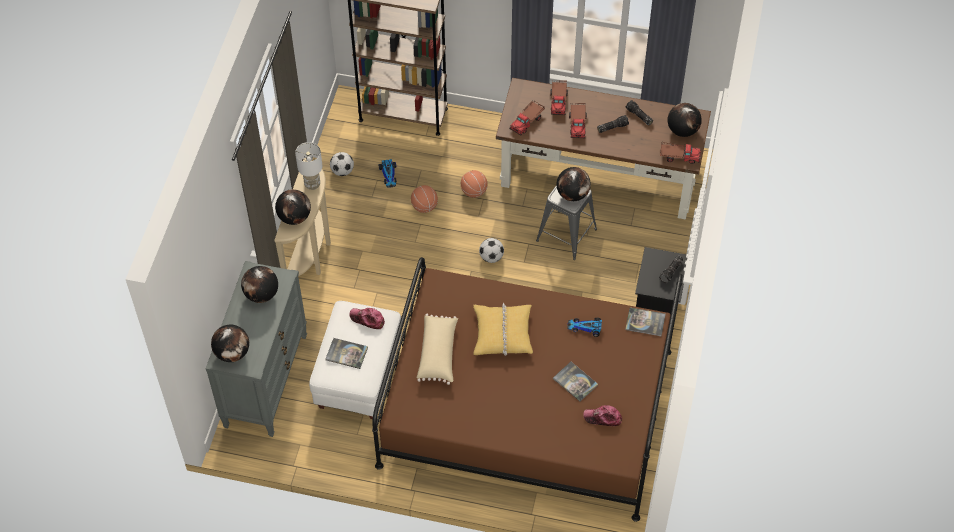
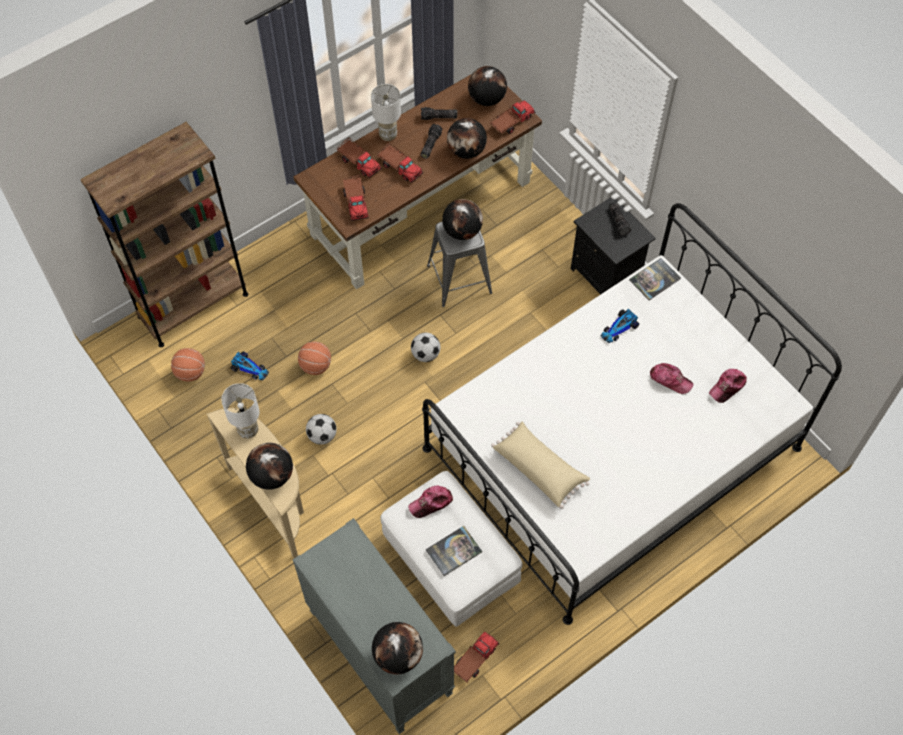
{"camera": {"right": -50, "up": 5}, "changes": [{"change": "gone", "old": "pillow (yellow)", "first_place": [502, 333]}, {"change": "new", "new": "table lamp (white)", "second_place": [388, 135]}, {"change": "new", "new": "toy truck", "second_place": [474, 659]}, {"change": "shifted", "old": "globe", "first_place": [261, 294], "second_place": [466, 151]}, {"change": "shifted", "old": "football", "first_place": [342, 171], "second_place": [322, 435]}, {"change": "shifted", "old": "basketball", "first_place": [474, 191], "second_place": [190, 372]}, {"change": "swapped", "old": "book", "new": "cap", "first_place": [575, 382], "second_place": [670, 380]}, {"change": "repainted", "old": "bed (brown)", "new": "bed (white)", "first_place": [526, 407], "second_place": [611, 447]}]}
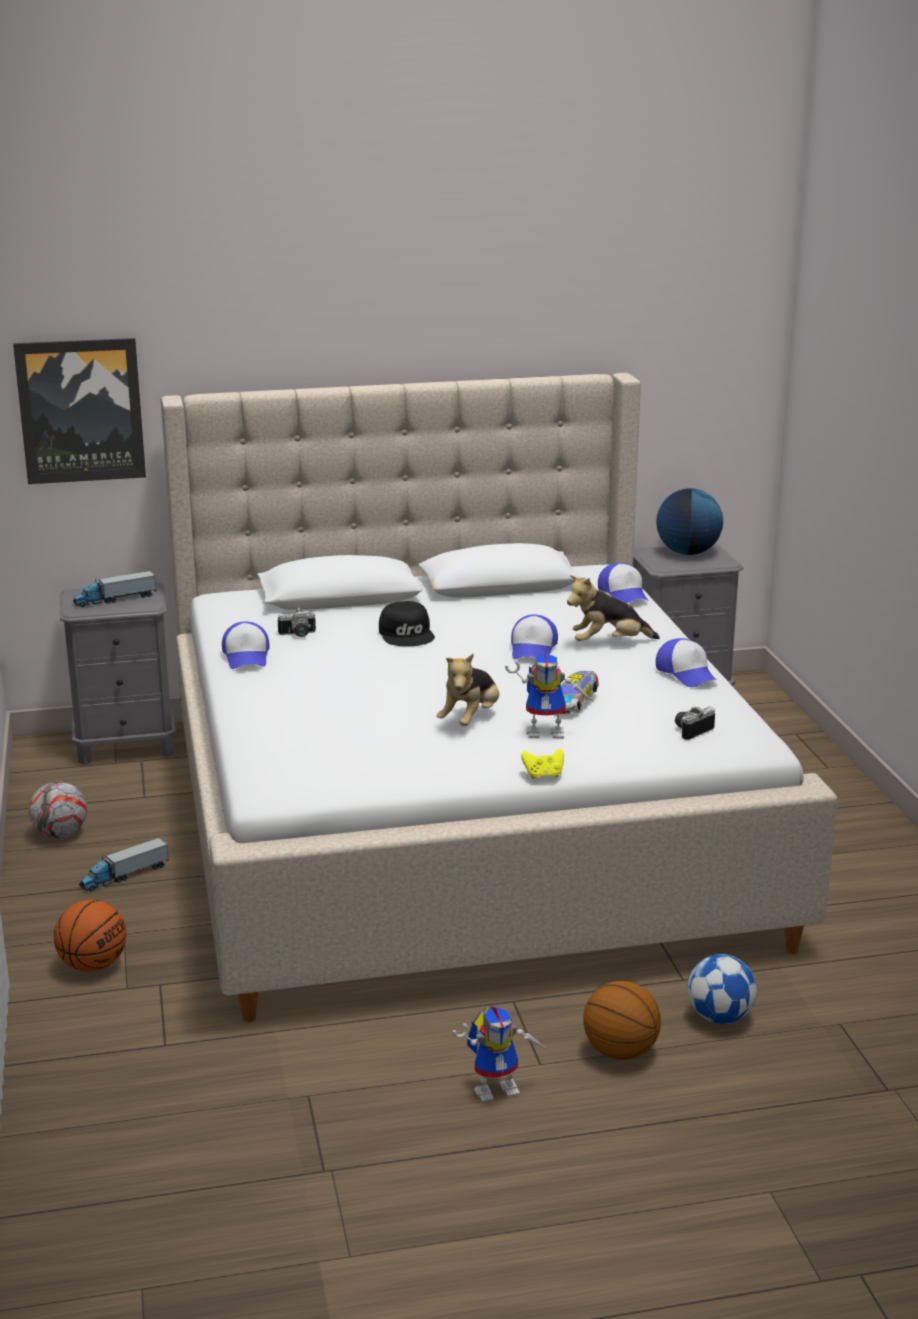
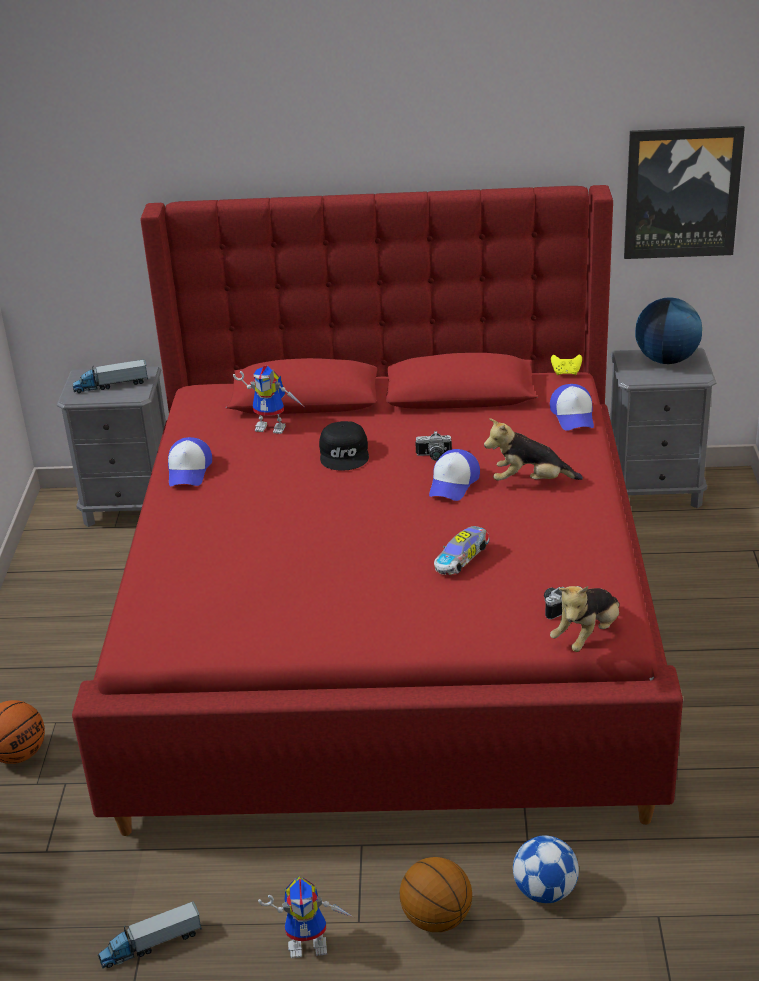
{"camera": {"right": 15, "up": 10}, "changes": [{"change": "gone", "old": "football", "first_place": [60, 834]}, {"change": "gone", "old": "cap", "first_place": [687, 673]}, {"change": "shifted", "old": "picture", "first_place": [81, 410], "second_place": [681, 192]}, {"change": "shifted", "old": "toy truck", "first_place": [124, 875], "second_place": [150, 945]}, {"change": "shifted", "old": "photo camera", "first_place": [298, 635], "second_place": [434, 457]}, {"change": "shifted", "old": "plush toy", "first_place": [471, 719], "second_place": [587, 635]}, {"change": "shifted", "old": "toy robot", "first_place": [548, 731], "second_place": [274, 426]}, {"change": "shifted", "old": "game controller (yellow)", "first_place": [543, 775], "second_place": [566, 373]}, {"change": "repainted", "old": "bed (beige)", "new": "bed (red)", "first_place": [460, 825], "second_place": [389, 631]}]}
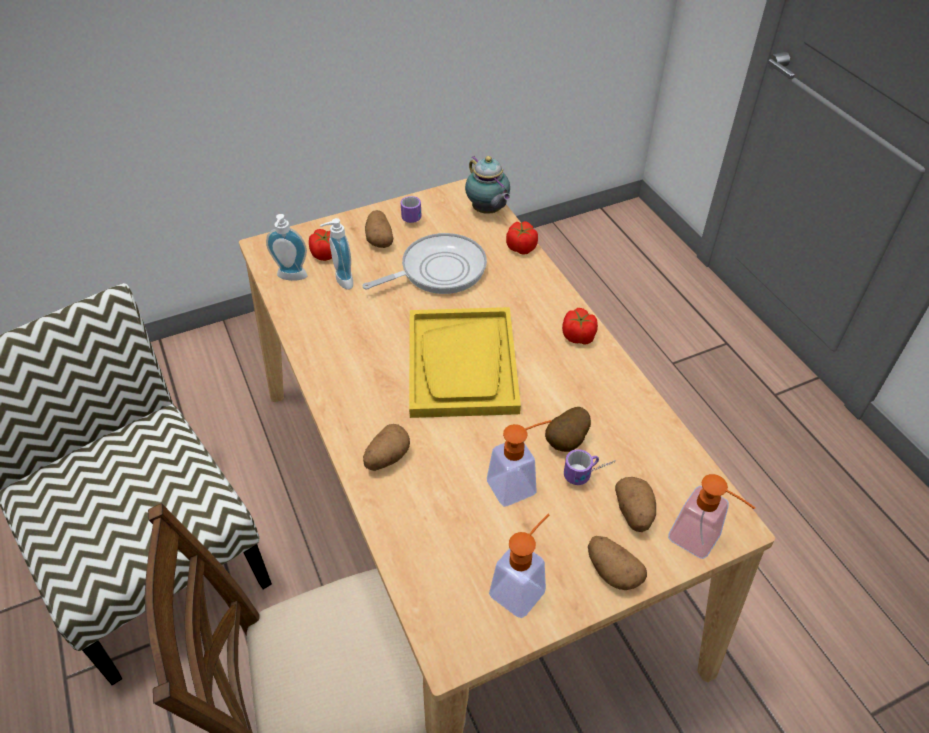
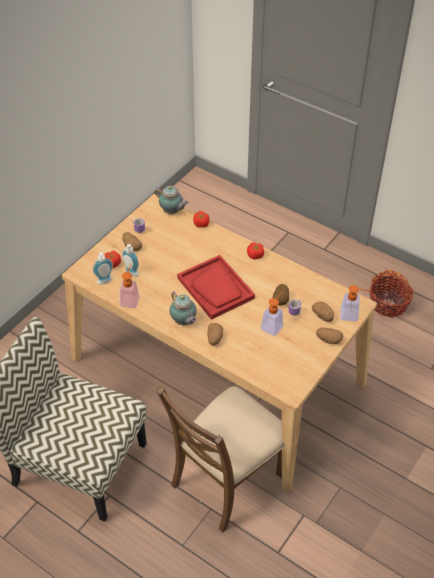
{"camera": {"right": -30, "up": 0}, "changes": [{"change": "gone", "old": "frying pan", "first_place": [438, 270]}, {"change": "new", "new": "teapot", "second_place": [184, 322]}, {"change": "new", "new": "basket", "second_place": [388, 304]}, {"change": "shifted", "old": "soap dispenser", "first_place": [523, 586], "second_place": [130, 299]}, {"change": "repainted", "old": "tray (yellow)", "new": "tray (red)", "first_place": [462, 364], "second_place": [216, 288]}]}
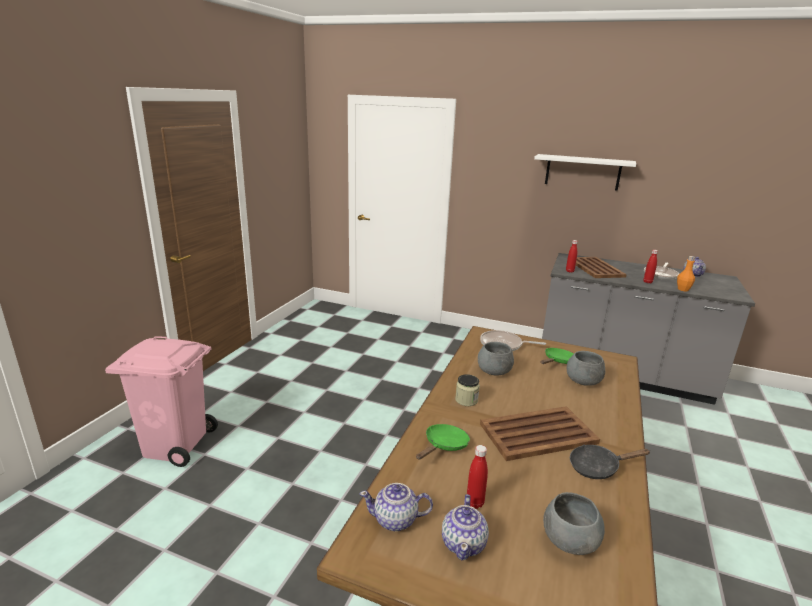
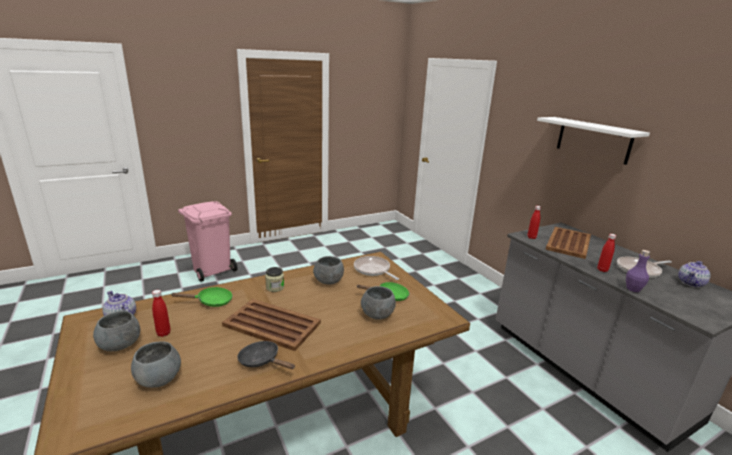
{"camera": {"right": 40, "up": 0}, "changes": [{"change": "swapped", "old": "teapot", "new": "bowl (grey)", "first_place": [464, 543], "second_place": [120, 345]}, {"change": "repainted", "old": "bottle (orange)", "new": "bottle (purple)", "first_place": [683, 289], "second_place": [633, 289]}]}
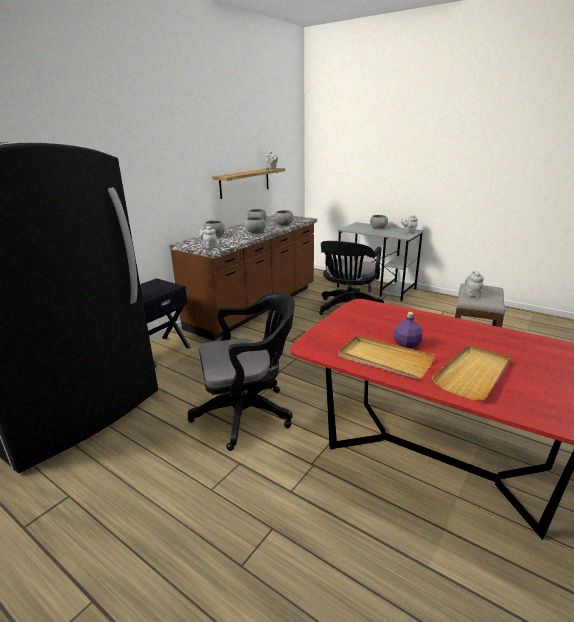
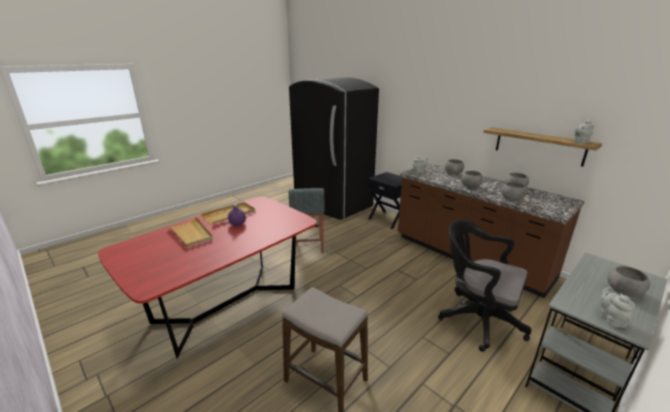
{"camera": {"right": 100, "up": 0}, "changes": [{"change": "gone", "old": "teapot (grey)", "first_place": [472, 294]}, {"change": "swapped", "old": "office chair (black)", "new": "stool (grey)", "first_place": [248, 413], "second_place": [308, 245]}]}
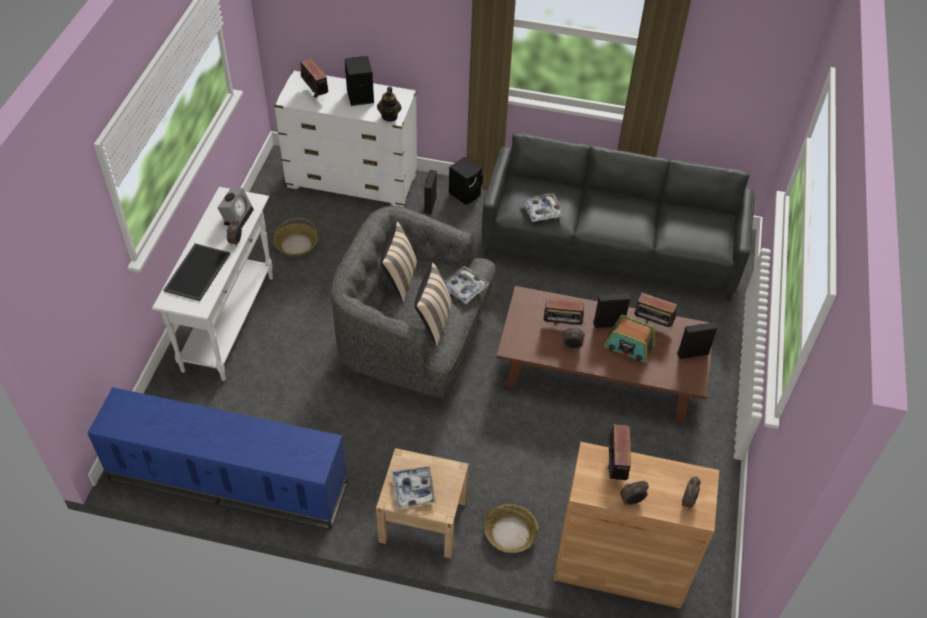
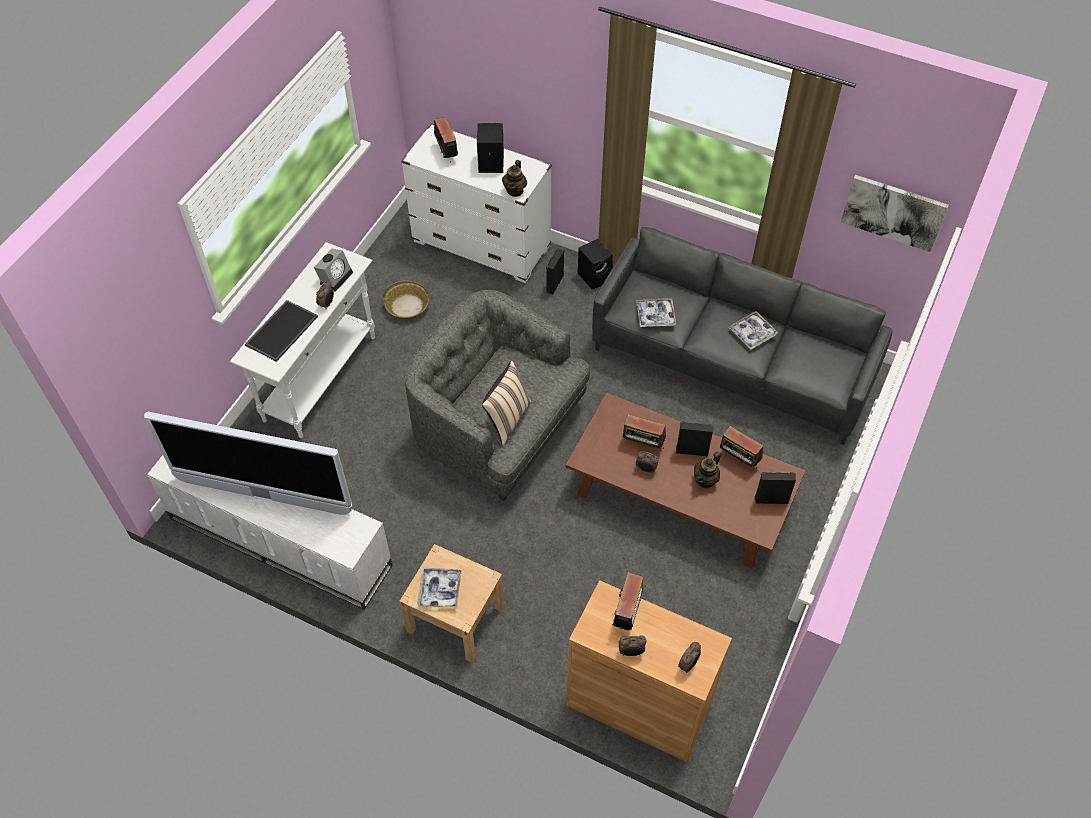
{"camera": {"right": 15, "up": 5}, "changes": [{"change": "gone", "old": "pillow (beige)", "first_place": [399, 280]}, {"change": "gone", "old": "basket", "first_place": [510, 533]}, {"change": "new", "new": "television", "second_place": [264, 496]}, {"change": "new", "new": "picture", "second_place": [893, 212]}, {"change": "shifted", "old": "tray", "first_place": [464, 288], "second_place": [752, 333]}, {"change": "swapped", "old": "radio", "new": "teapot", "first_place": [629, 347], "second_place": [705, 480]}, {"change": "repainted", "old": "tv stand (blue)", "new": "tv stand (white)", "first_place": [226, 482], "second_place": [278, 542]}]}
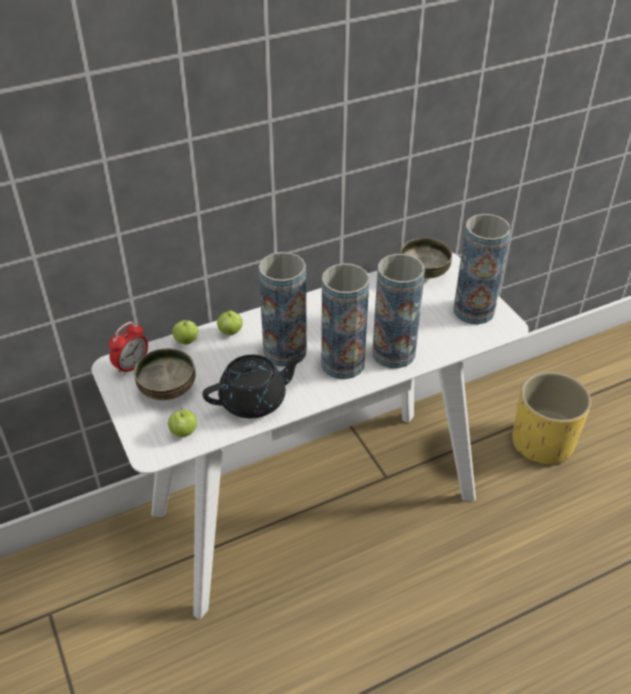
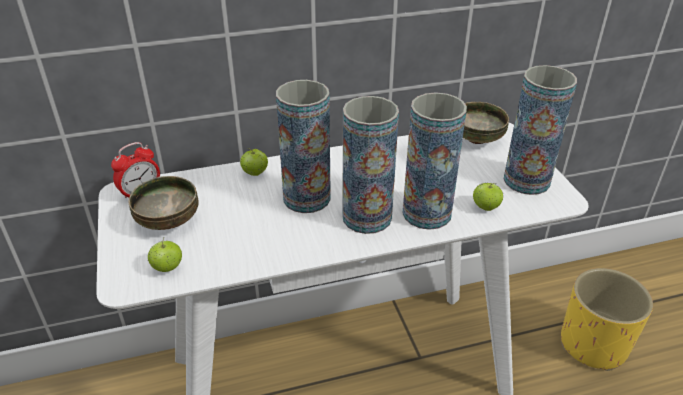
{"camera": {"right": 10, "up": -5}, "changes": [{"change": "gone", "old": "teapot (black)", "first_place": [254, 400]}, {"change": "shifted", "old": "apple", "first_place": [186, 341], "second_place": [485, 207]}]}
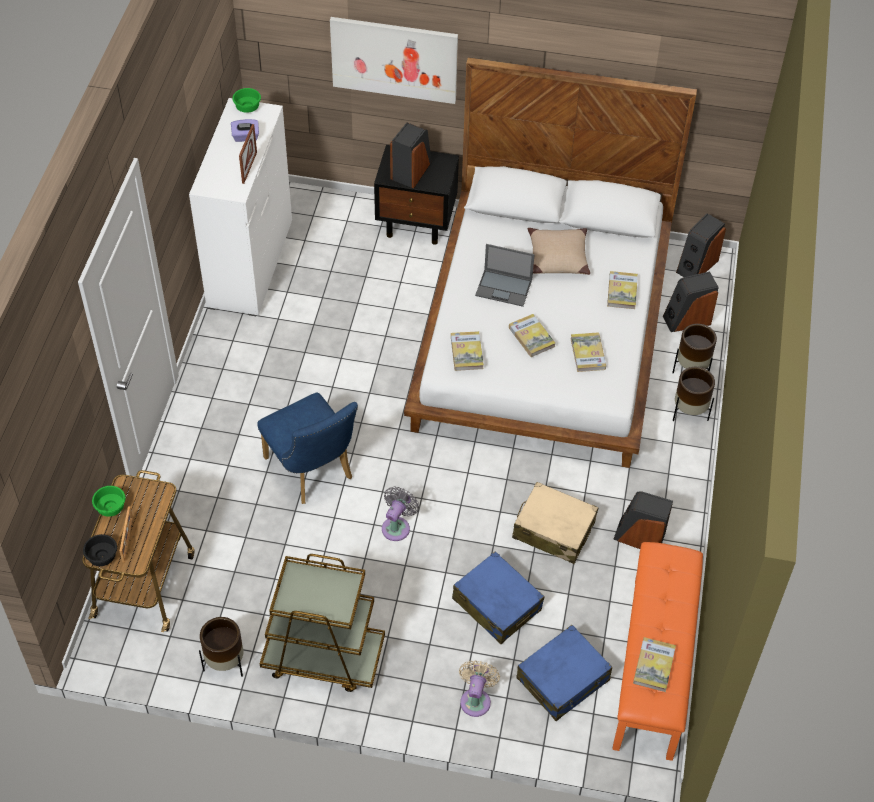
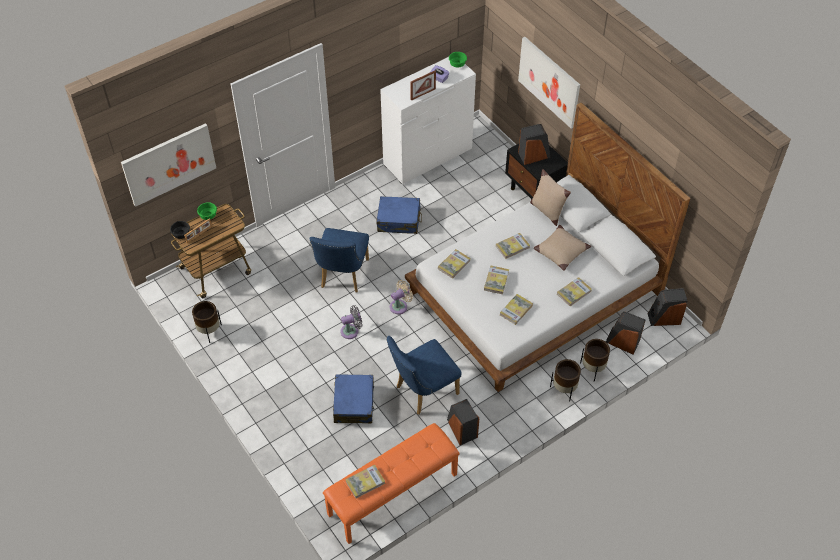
{"camera": {"right": 45, "up": 0}, "changes": [{"change": "gone", "old": "cart (brown)", "first_place": [323, 657]}, {"change": "new", "new": "picture", "second_place": [169, 164]}, {"change": "new", "new": "pillow (beige)", "second_place": [547, 210]}, {"change": "shifted", "old": "fan (beige)", "first_place": [476, 699], "second_place": [400, 306]}, {"change": "shifted", "old": "suitcase (blue)", "first_place": [563, 679], "second_place": [399, 220]}, {"change": "swapped", "old": "laptop", "new": "book", "first_place": [504, 288], "second_place": [512, 247]}, {"change": "swapped", "old": "suitcase (beige)", "new": "chair (blue)", "first_place": [553, 530], "second_place": [422, 391]}]}
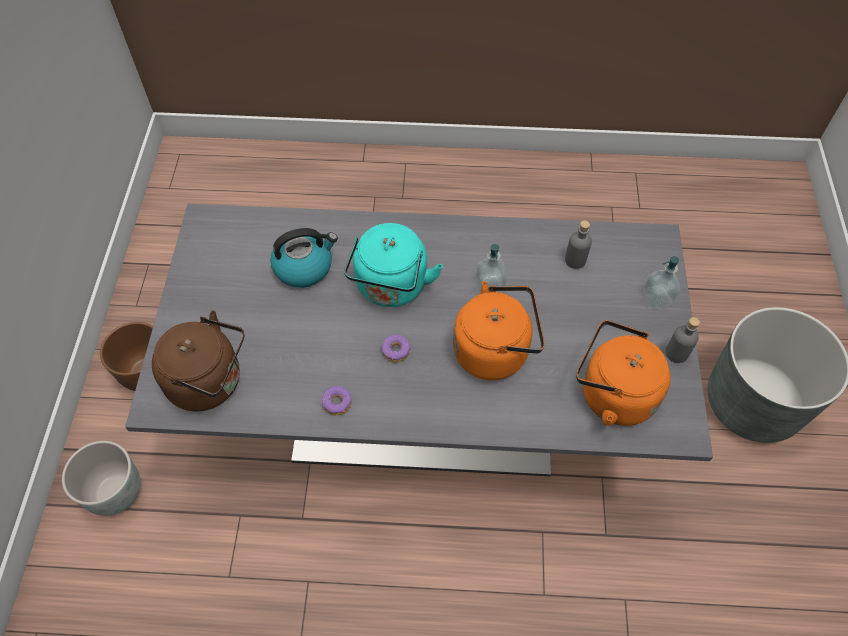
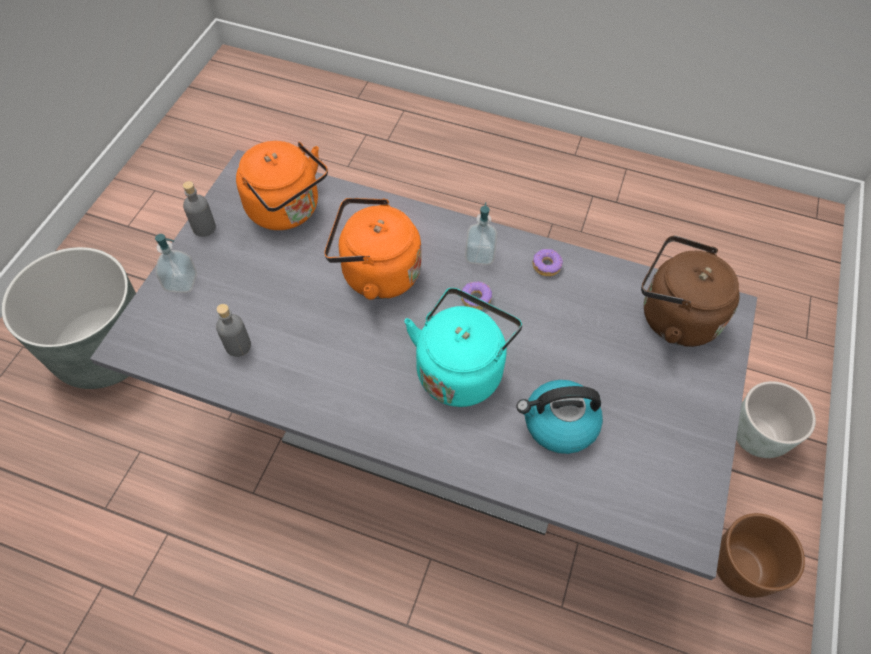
{"camera": {"right": -165, "up": 0}, "changes": [{"change": "shifted", "old": "soap dispenser", "first_place": [490, 285], "second_place": [479, 255]}]}
